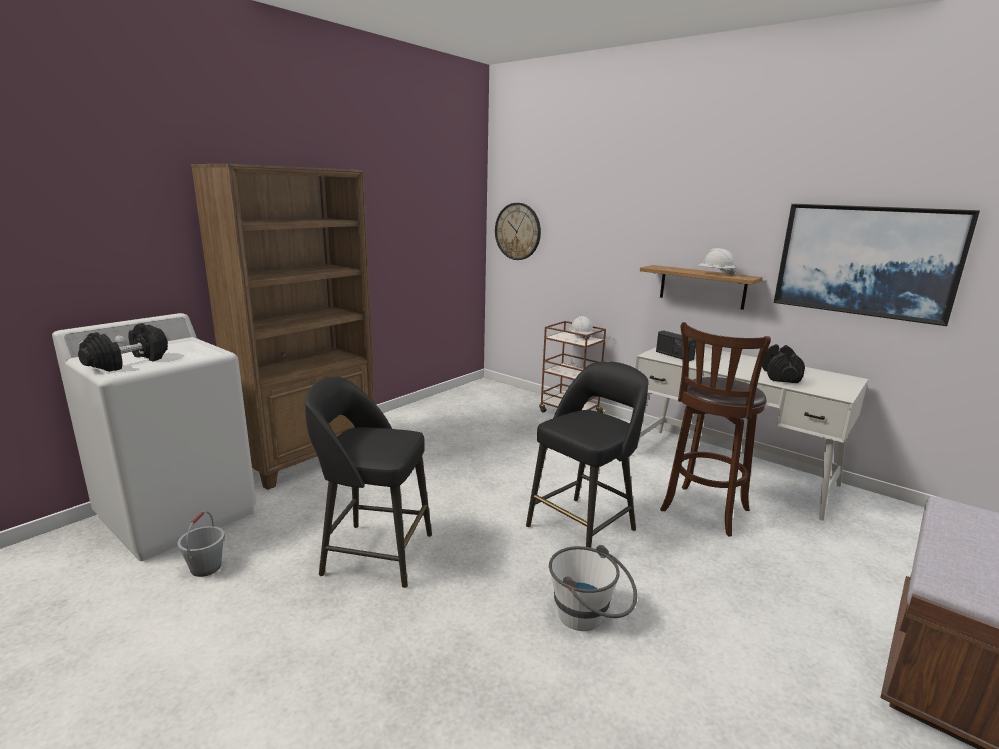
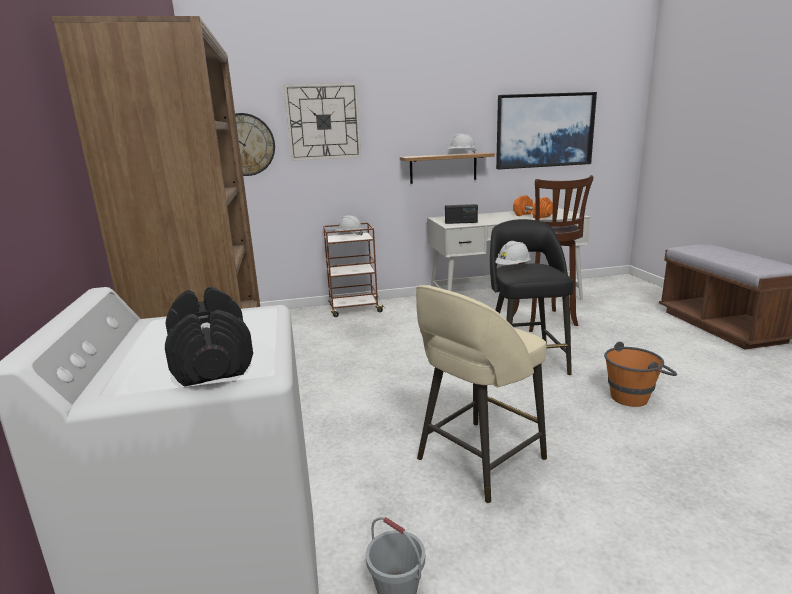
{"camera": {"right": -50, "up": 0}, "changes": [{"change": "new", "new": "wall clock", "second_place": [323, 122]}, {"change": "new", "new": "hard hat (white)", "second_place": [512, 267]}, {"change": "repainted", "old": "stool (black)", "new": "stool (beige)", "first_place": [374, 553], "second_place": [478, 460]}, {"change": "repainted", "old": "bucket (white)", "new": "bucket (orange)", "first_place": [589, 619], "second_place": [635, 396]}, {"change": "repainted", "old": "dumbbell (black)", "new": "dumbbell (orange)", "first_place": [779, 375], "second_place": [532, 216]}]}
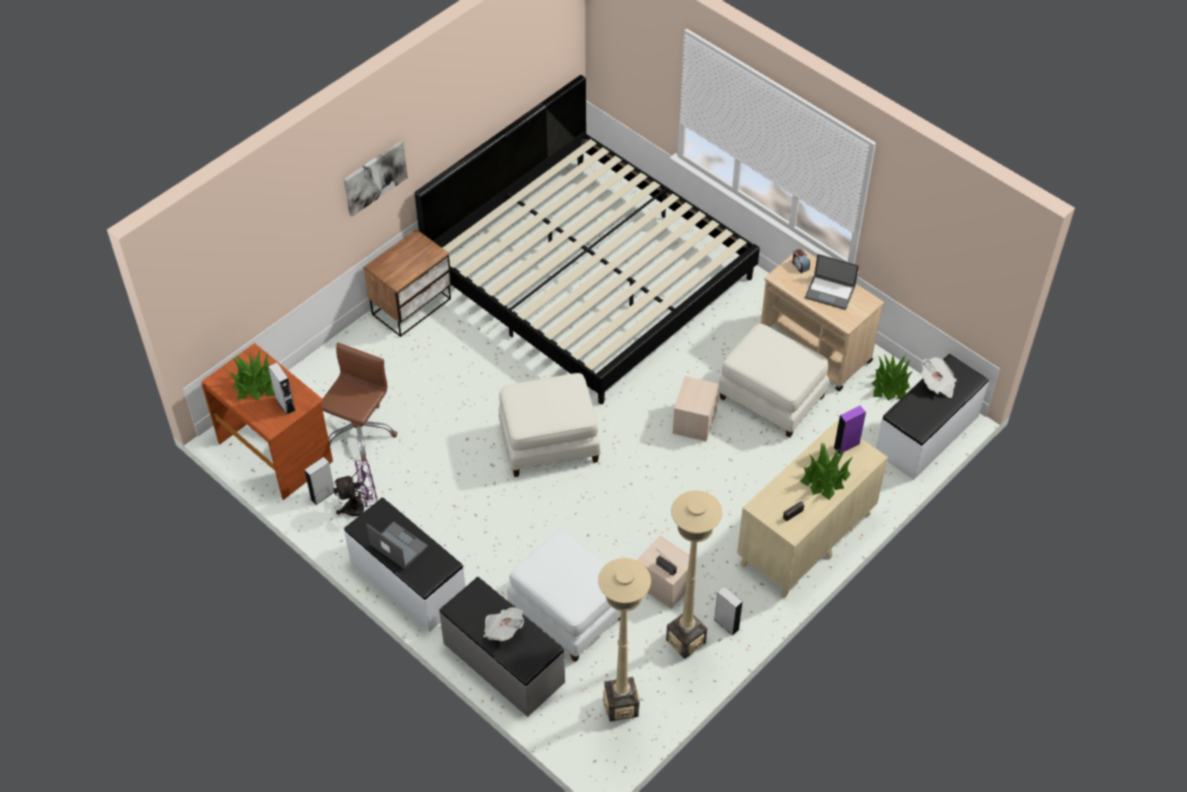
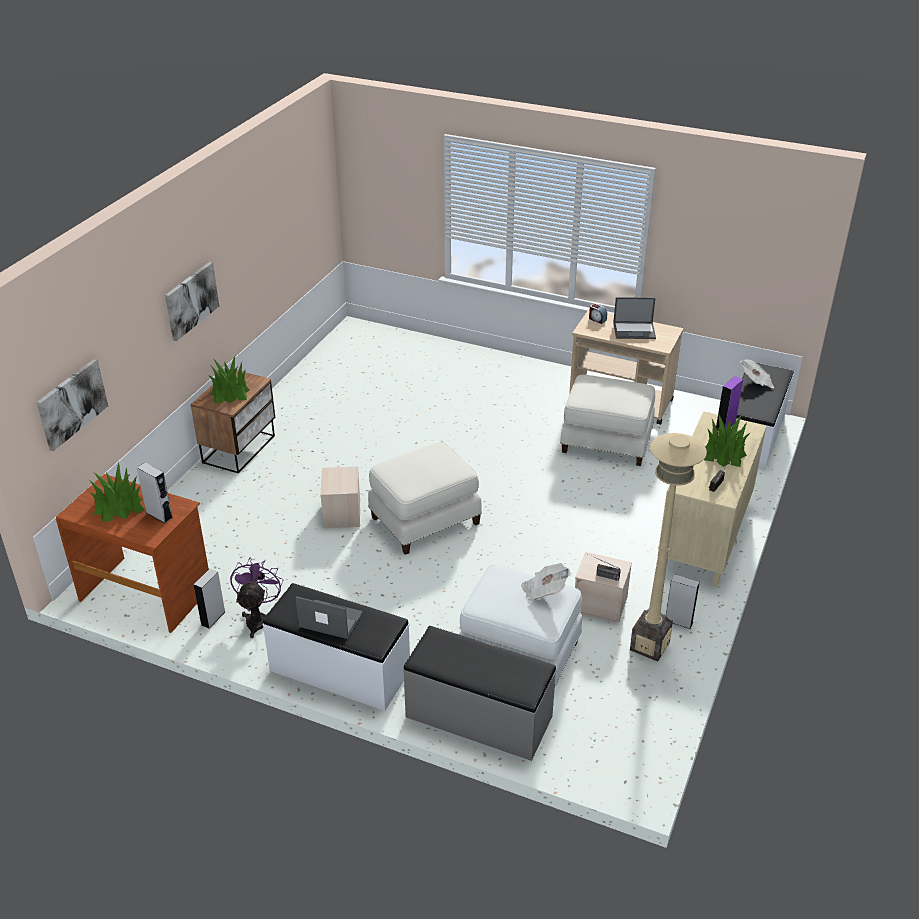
{"camera": {"right": -20, "up": -15}, "changes": [{"change": "gone", "old": "office chair (brown)", "first_place": [359, 432]}, {"change": "gone", "old": "bed", "first_place": [589, 275]}, {"change": "gone", "old": "floor lamp (beige)", "first_place": [621, 706]}, {"change": "new", "new": "picture", "second_place": [71, 403]}, {"change": "shifted", "old": "newspaper", "first_place": [503, 629], "second_place": [544, 591]}, {"change": "shifted", "old": "storage box (beige)", "first_place": [695, 422], "second_place": [342, 514]}, {"change": "shifted", "old": "potted plant", "first_place": [890, 384], "second_place": [230, 392]}, {"change": "rotated", "old": "fan (purple)", "first_place": [360, 507], "second_place": [258, 618], "degrees": -45}]}
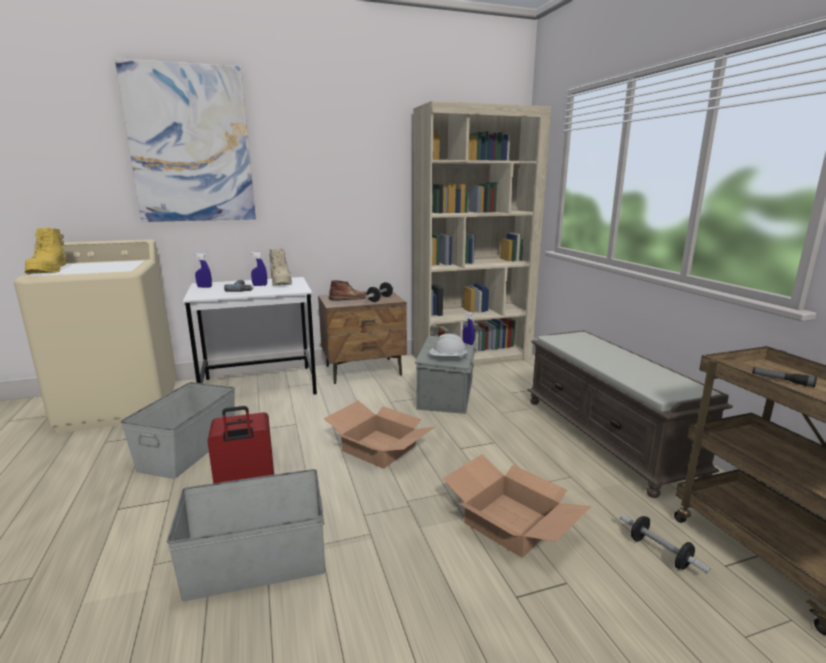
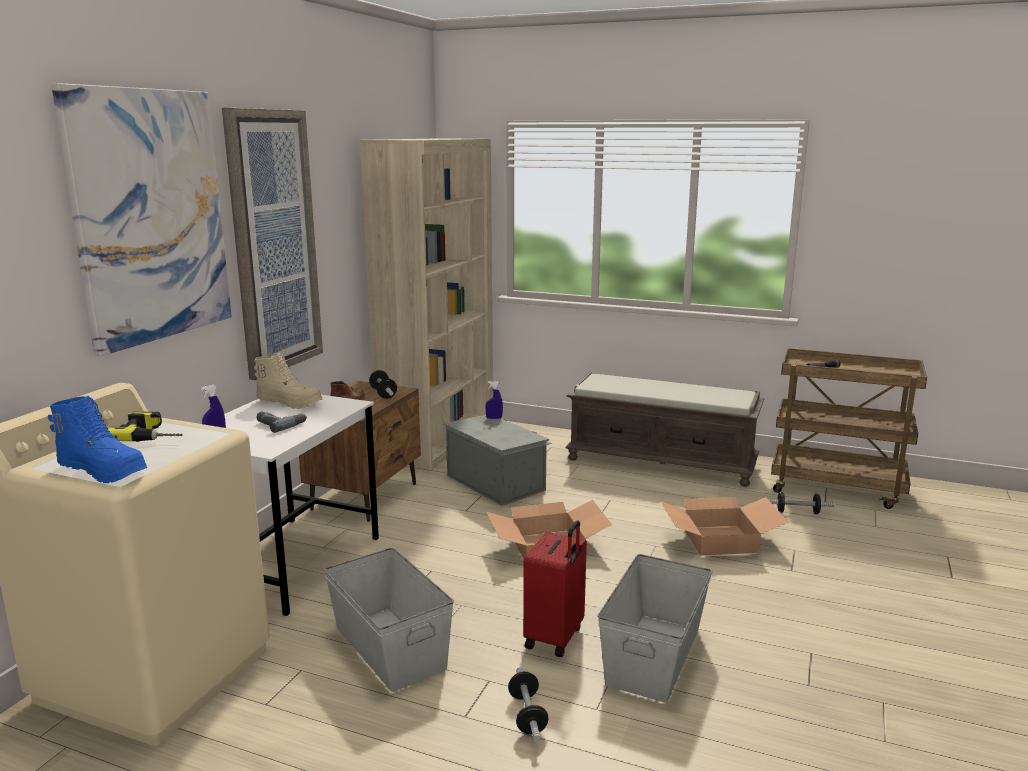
{"camera": {"right": -50, "up": 0}, "changes": [{"change": "gone", "old": "spray bottle (blue)", "first_place": [260, 285]}, {"change": "gone", "old": "hard hat (white)", "first_place": [448, 359]}, {"change": "new", "new": "power drill", "second_place": [152, 434]}, {"change": "new", "new": "picture", "second_place": [274, 243]}, {"change": "new", "new": "dumbbell", "second_place": [527, 715]}, {"change": "repainted", "old": "boot (yellow)", "new": "boot (blue)", "first_place": [49, 270], "second_place": [104, 471]}]}
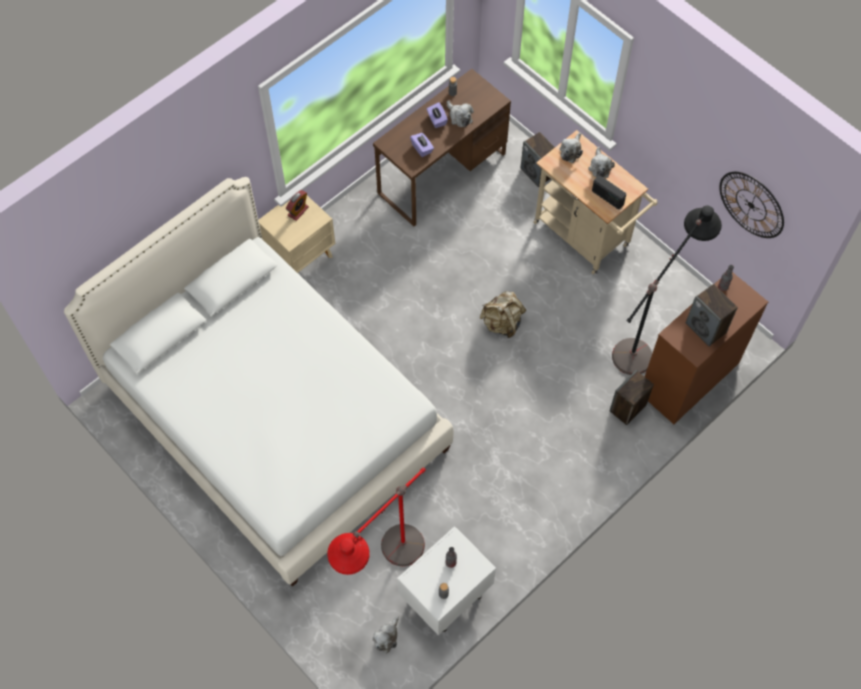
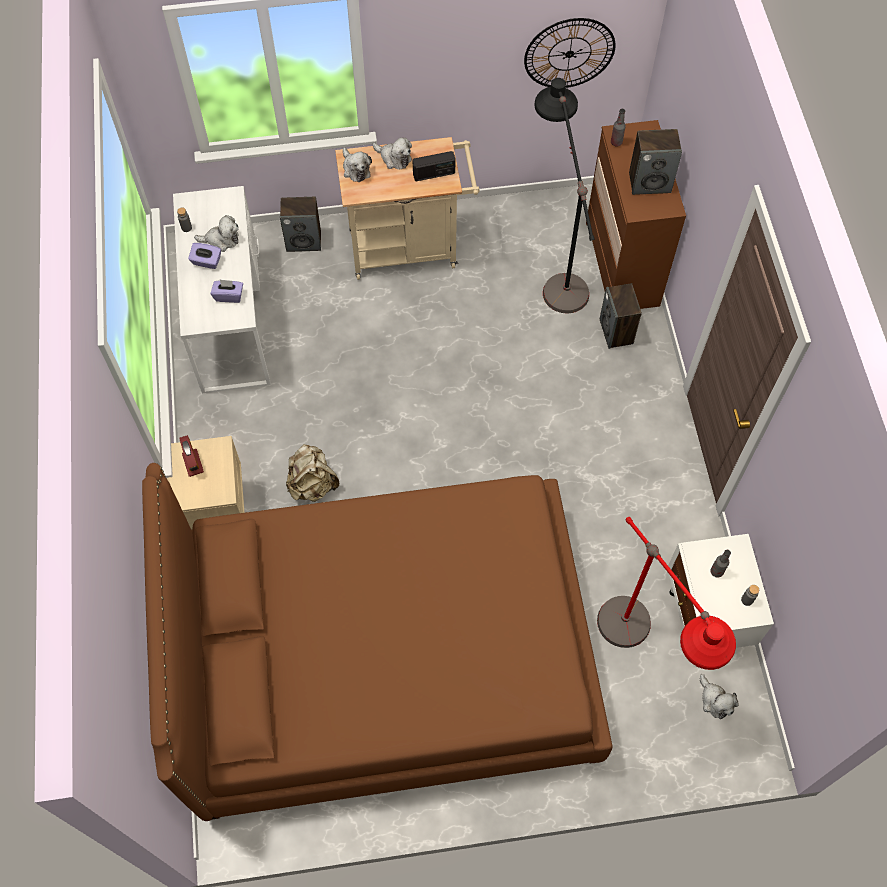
{"camera": {"right": -55, "up": 0}, "changes": [{"change": "shifted", "old": "backpack (beige)", "first_place": [502, 323], "second_place": [312, 484]}, {"change": "repainted", "old": "bed (white)", "new": "bed (brown)", "first_place": [275, 416], "second_place": [386, 657]}, {"change": "repainted", "old": "desk (brown)", "new": "desk (white)", "first_place": [442, 173], "second_place": [231, 320]}]}
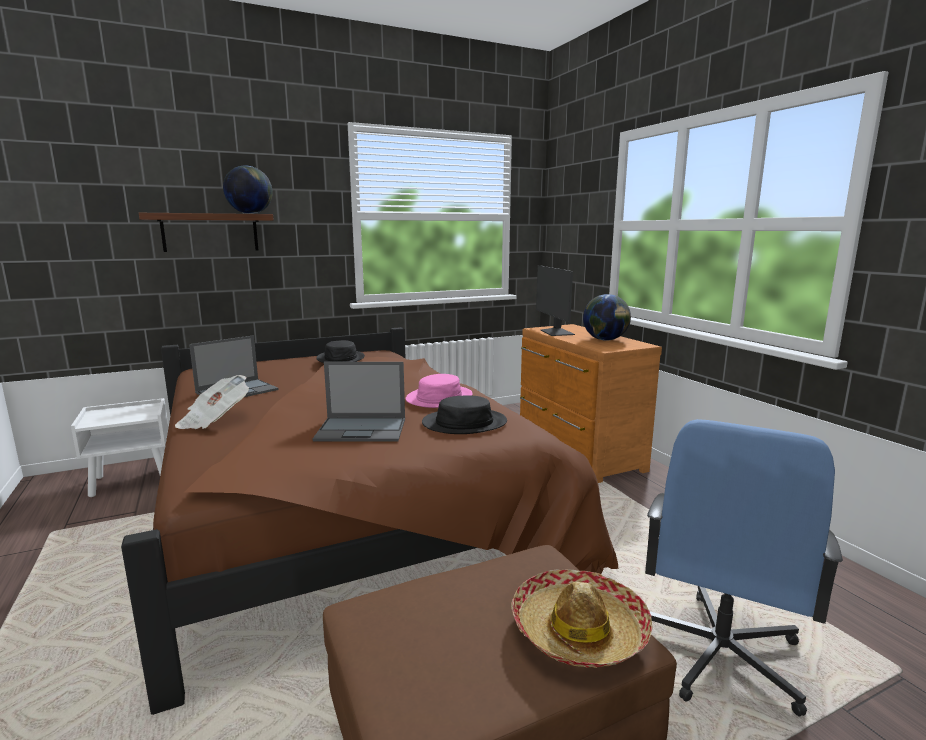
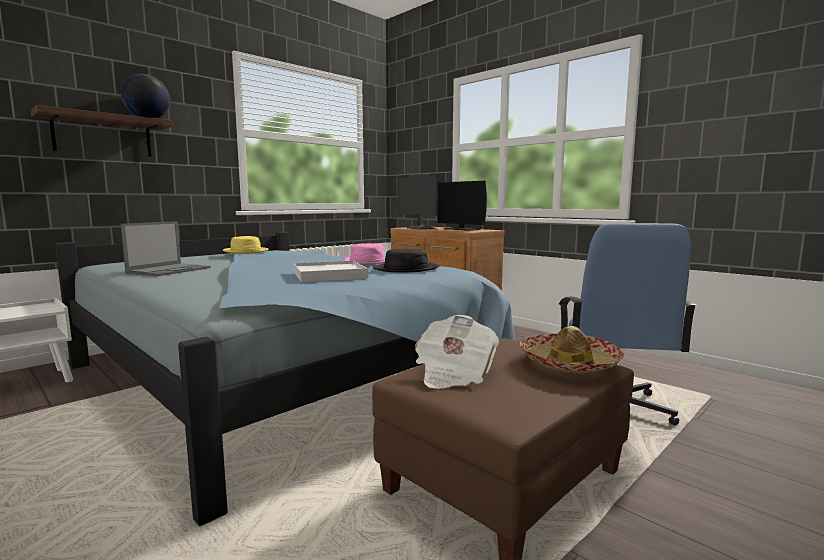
{"camera": {"right": -20, "up": -5}, "changes": [{"change": "shifted", "old": "newspaper", "first_place": [214, 420], "second_place": [453, 373]}, {"change": "swapped", "old": "laptop", "new": "tray (white)", "first_place": [362, 429], "second_place": [329, 275]}, {"change": "swapped", "old": "globe", "new": "monitor", "first_place": [605, 340], "second_place": [461, 229]}, {"change": "repainted", "old": "bed (brown)", "new": "bed (blue)", "first_place": [348, 513], "second_place": [282, 377]}, {"change": "repainted", "old": "hat (black)", "new": "hat (yellow)", "first_place": [341, 358], "second_place": [246, 251]}]}
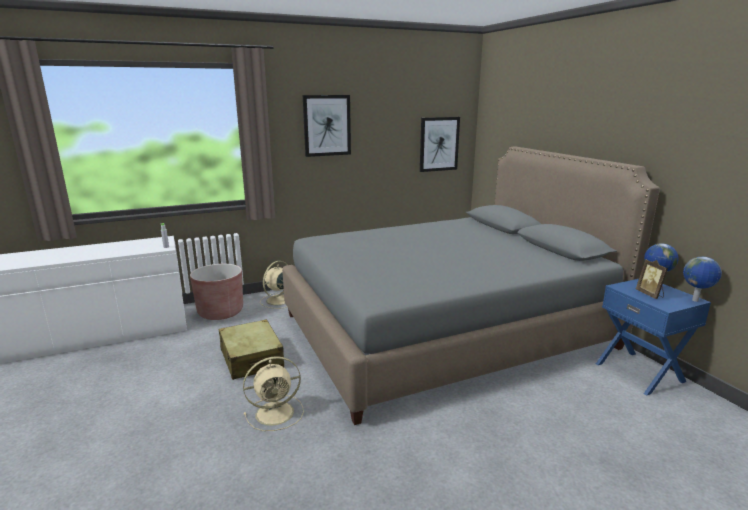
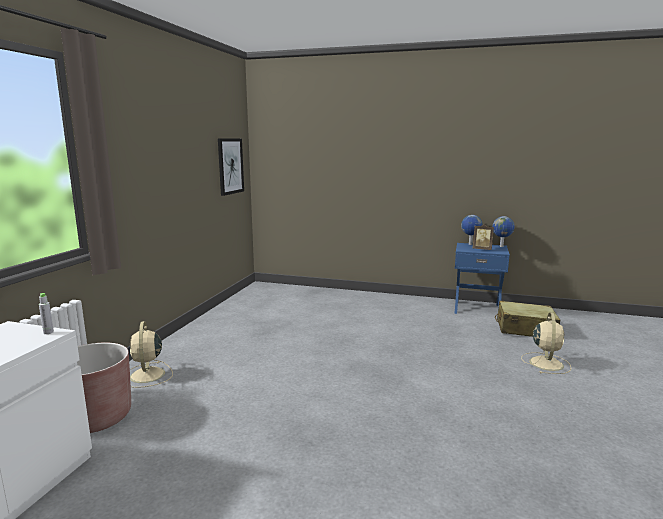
{"camera": {"right": -50, "up": -5}, "changes": [{"change": "gone", "old": "bed (grey)", "first_place": [444, 330]}, {"change": "gone", "old": "picture", "first_place": [327, 125]}, {"change": "shifted", "old": "suitcase (beige)", "first_place": [251, 359], "second_place": [525, 329]}, {"change": "shifted", "old": "fan (beige)", "first_place": [276, 412], "second_place": [546, 363]}]}
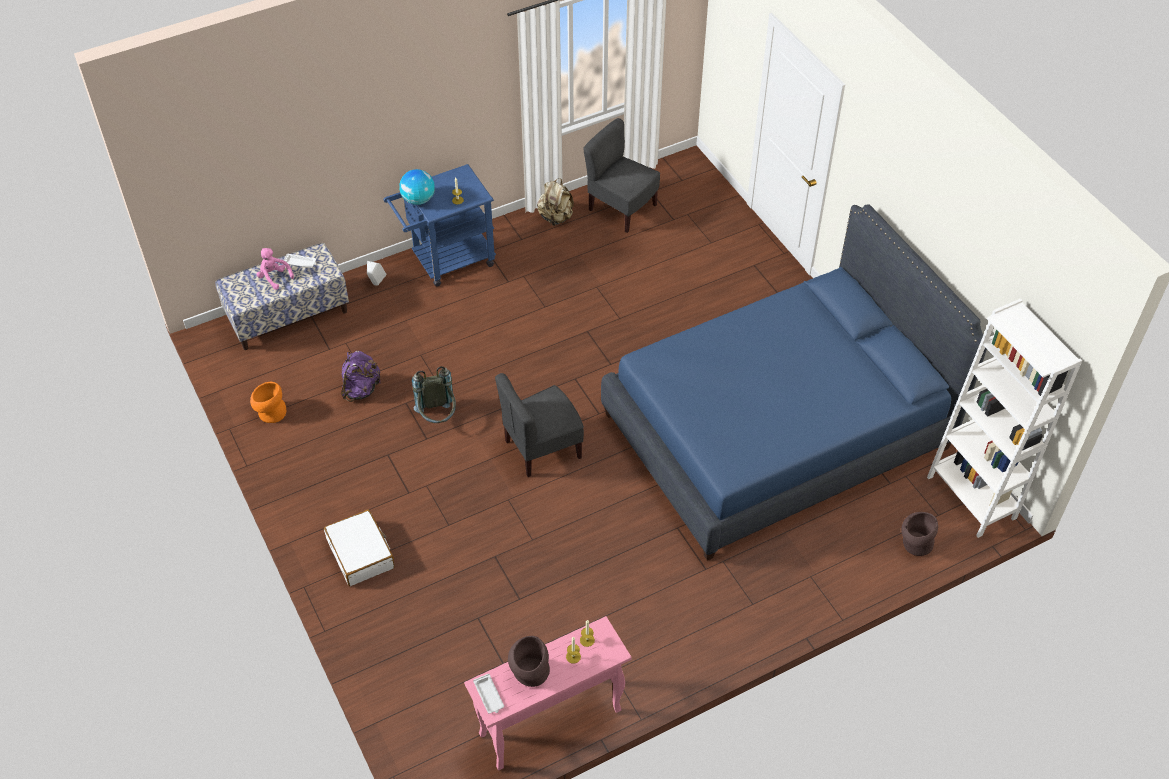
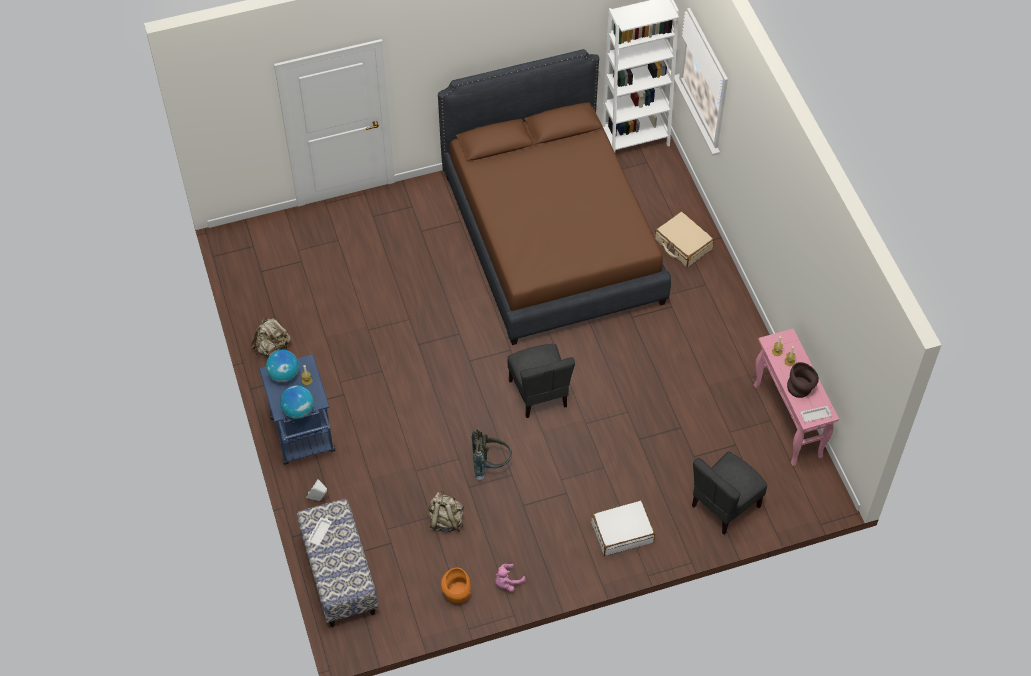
{"camera": {"right": -80, "up": 5}, "changes": [{"change": "gone", "old": "vase (brown)", "first_place": [914, 544]}, {"change": "new", "new": "globe", "second_place": [284, 374]}, {"change": "new", "new": "suitcase (beige)", "second_place": [683, 244]}, {"change": "shifted", "old": "plush toy (pink)", "first_place": [274, 277], "second_place": [507, 582]}, {"change": "shifted", "old": "chair (grey)", "first_place": [621, 208], "second_place": [724, 506]}, {"change": "repainted", "old": "backpack (purple)", "new": "backpack (beige)", "first_place": [361, 389], "second_place": [445, 520]}, {"change": "repainted", "old": "bed (blue)", "new": "bed (brown)", "first_place": [777, 431], "second_place": [552, 238]}]}
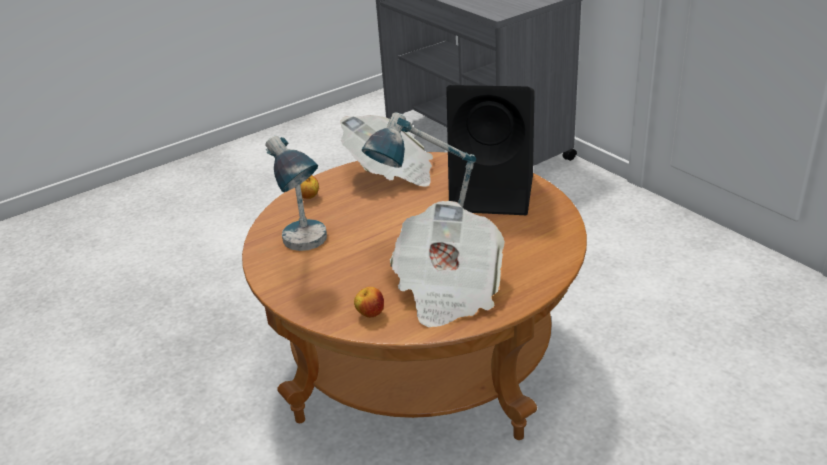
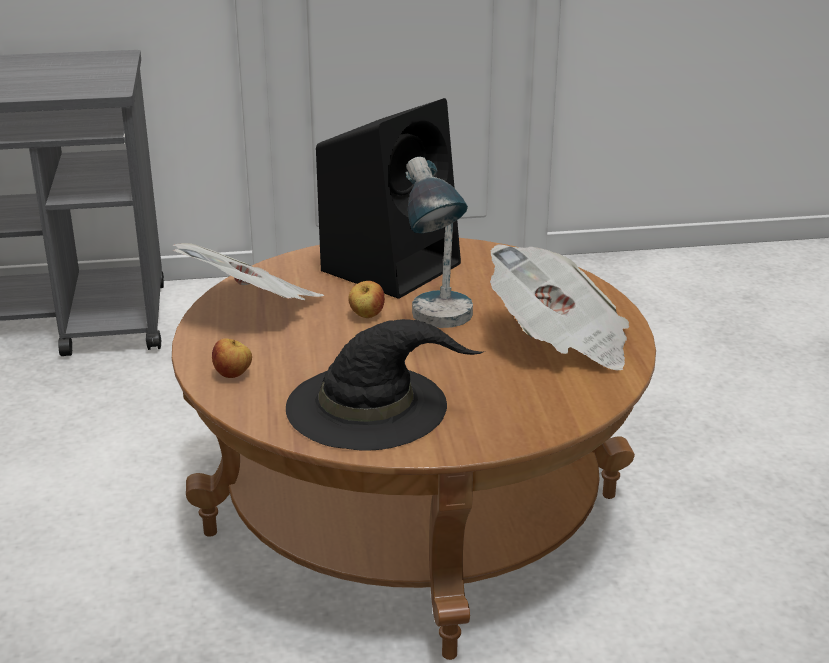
{"camera": {"right": -65, "up": -5}, "changes": [{"change": "shifted", "old": "apple", "first_place": [370, 314], "second_place": [366, 316]}, {"change": "swapped", "old": "table lamp", "new": "hat (black)", "first_place": [307, 249], "second_place": [369, 406]}]}
